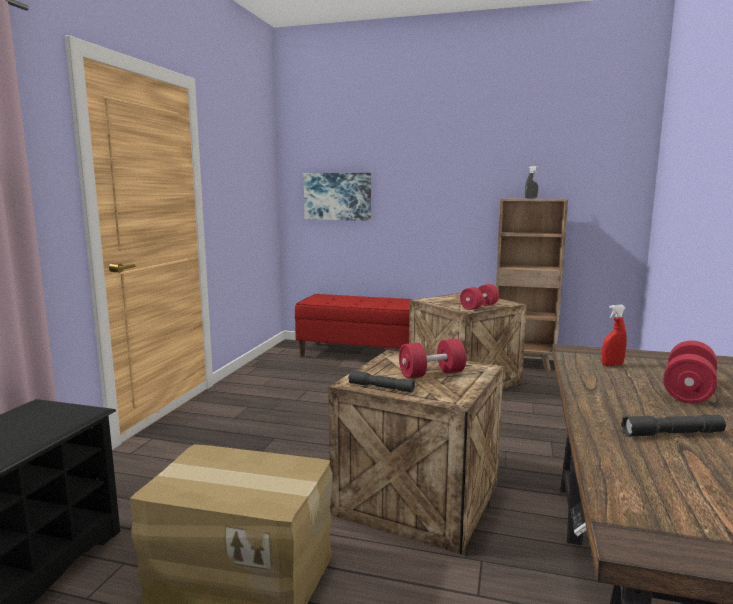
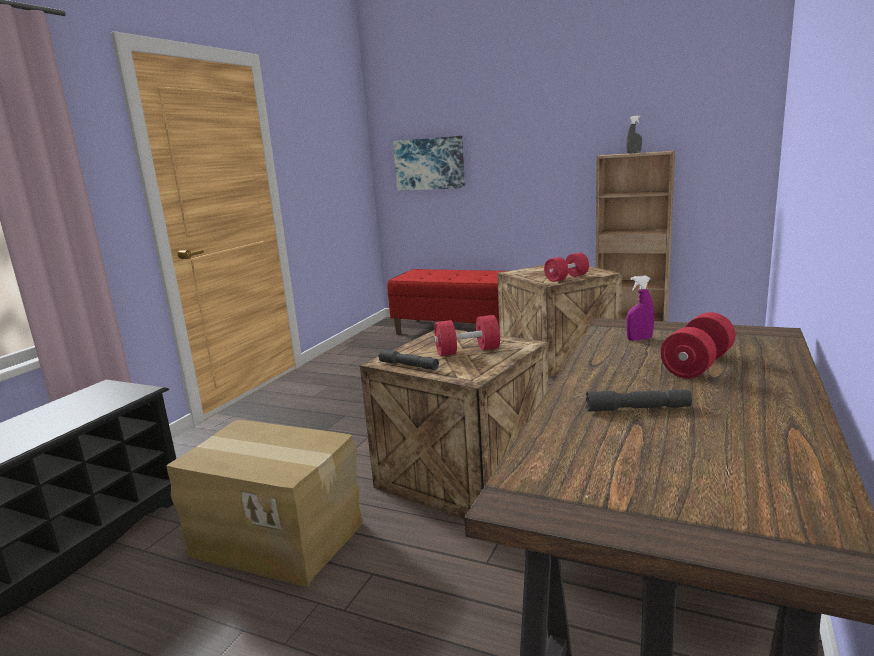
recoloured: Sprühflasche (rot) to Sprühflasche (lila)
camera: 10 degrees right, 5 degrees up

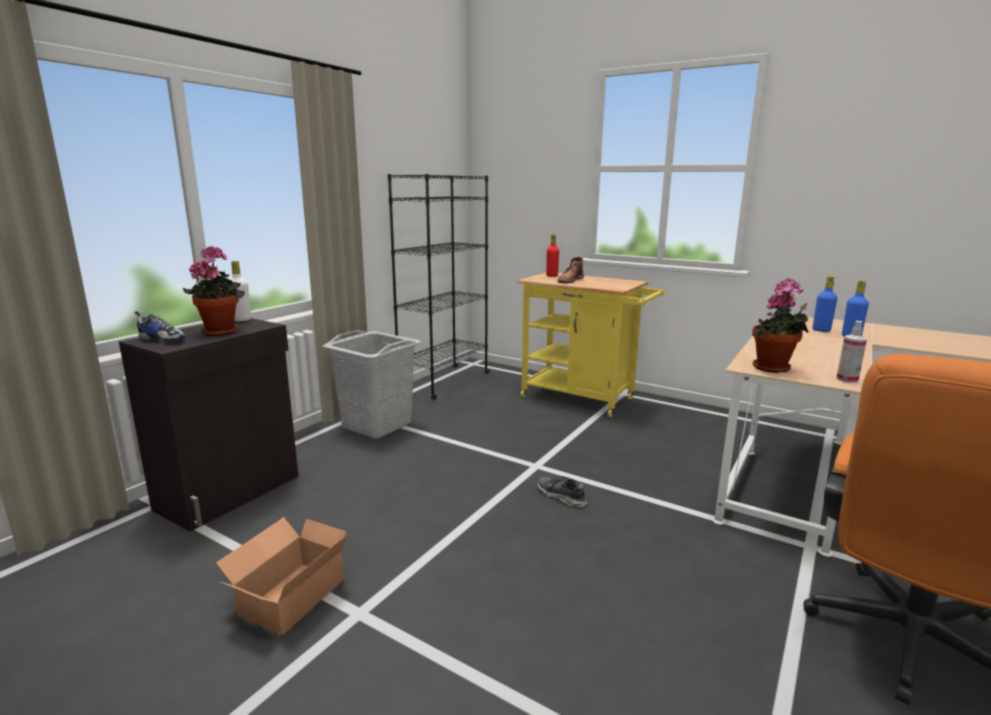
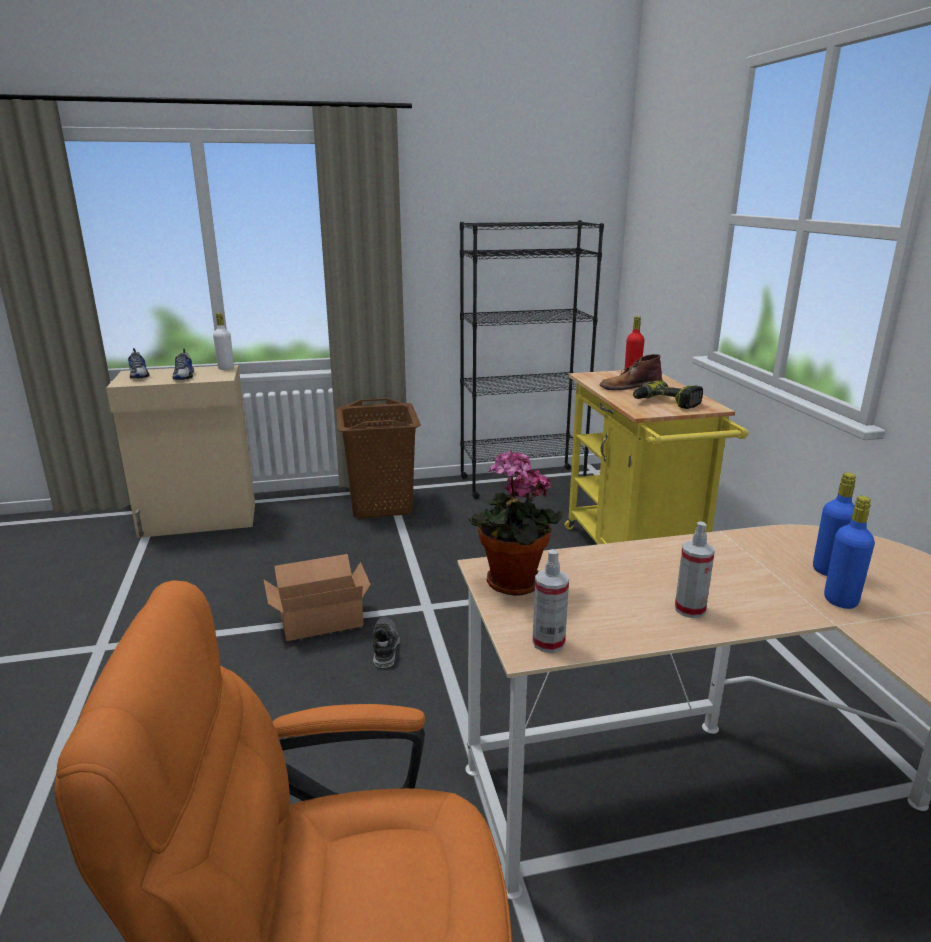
added: Bohrmaschine; Sprühflasche (2nd from left)
moved: Karton
replaced: Topfpflanze (1st from left) to Schuh (2nd from left)
recoloured: Schrank (schwarz) to Schrank (beige); Wäschekorb (grau) to Wäschekorb (braun)
camera: 45 degrees right, 5 degrees up

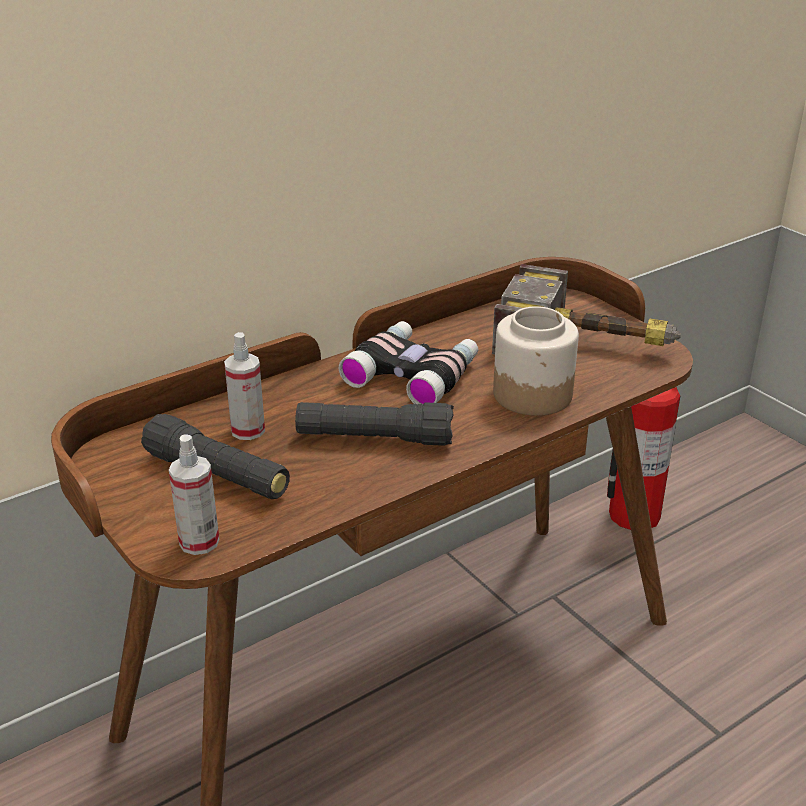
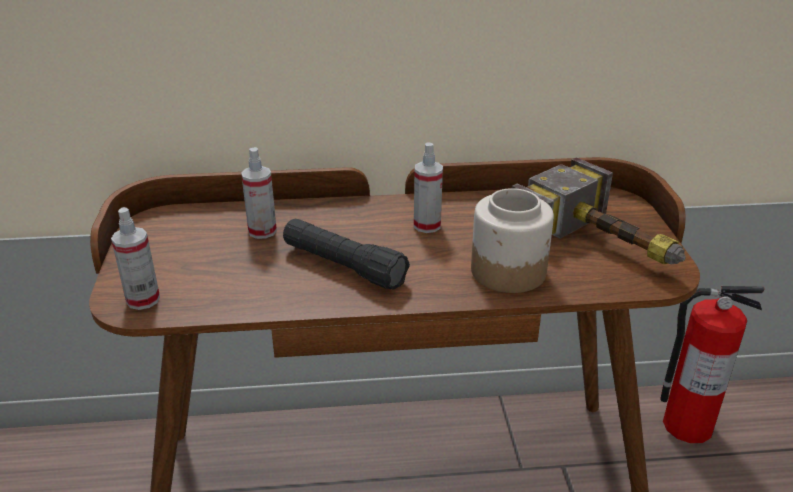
removed: Taschenlampe (schwarz) (1st from left)
replaced: Fernglas to Sprühflasche (3rd from left)
camera: 30 degrees right, 0 degrees up

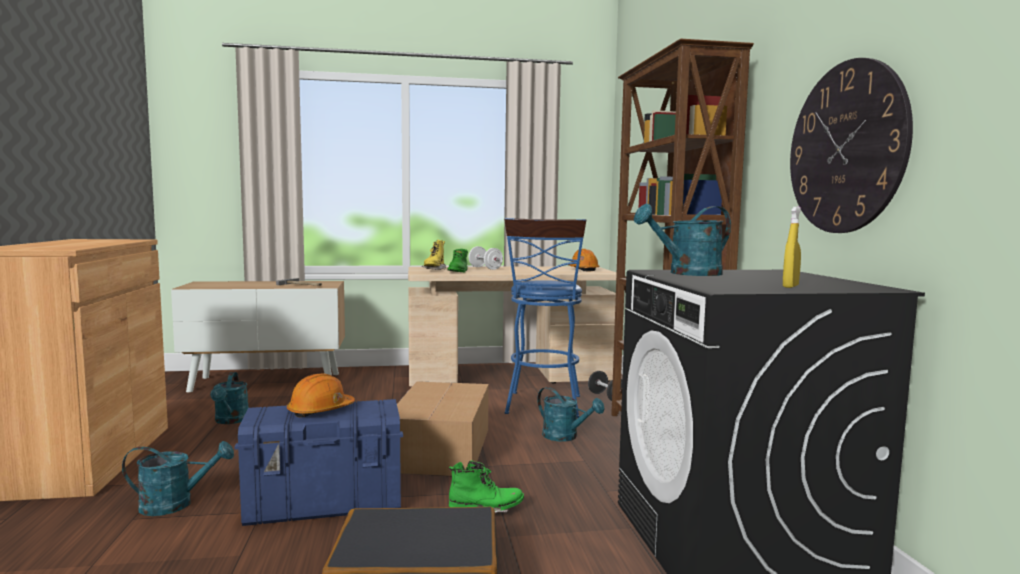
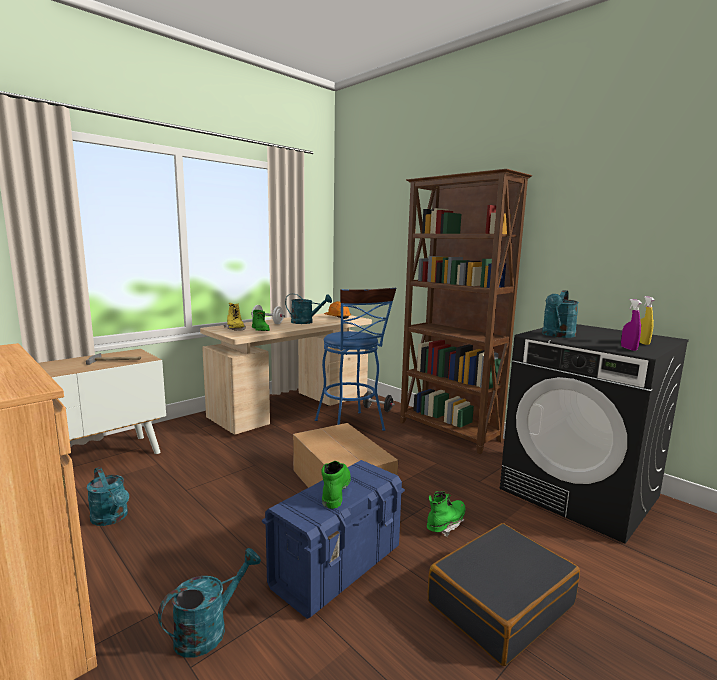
removed: Wanduhr
added: Sprühflasche (lila)
moved: Gießkanne (türkis) (3rd from left)
replaced: Schutzhelm (orange) (1st from left) to Stiefel (grün) (2nd from left)
camera: 35 degrees left, 5 degrees up

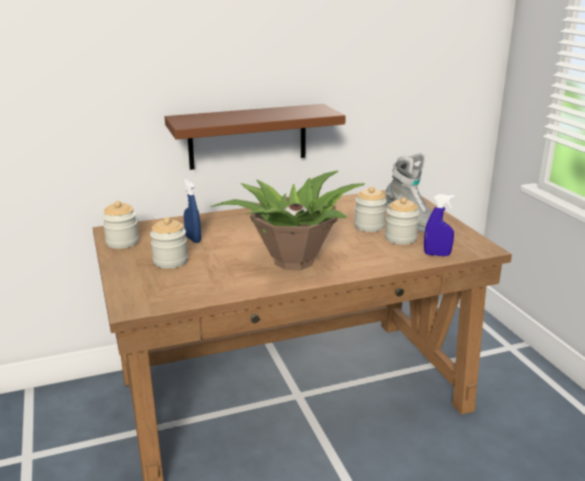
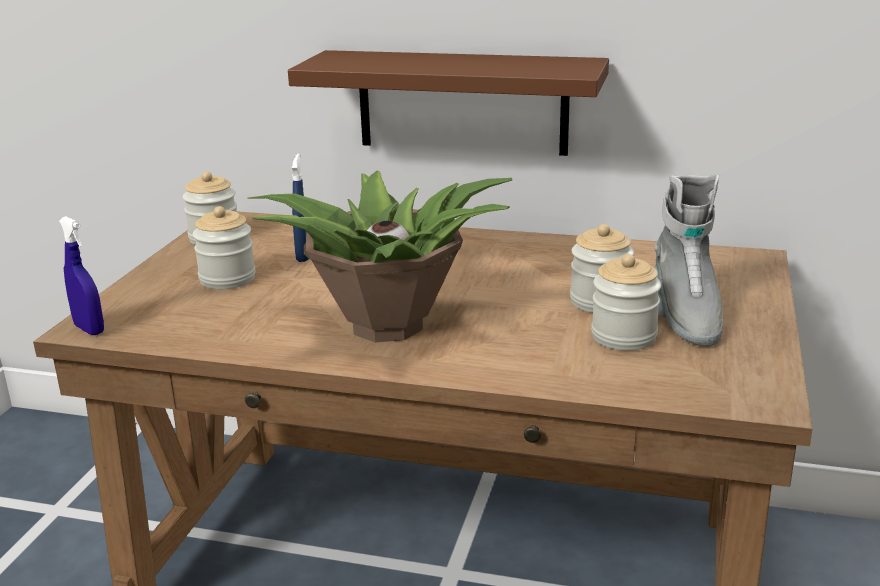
moved: Sprühflasche (blau) (2nd from left in the first image) to Sprühflasche (blau) (1st from left)
camera: 35 degrees right, 0 degrees up

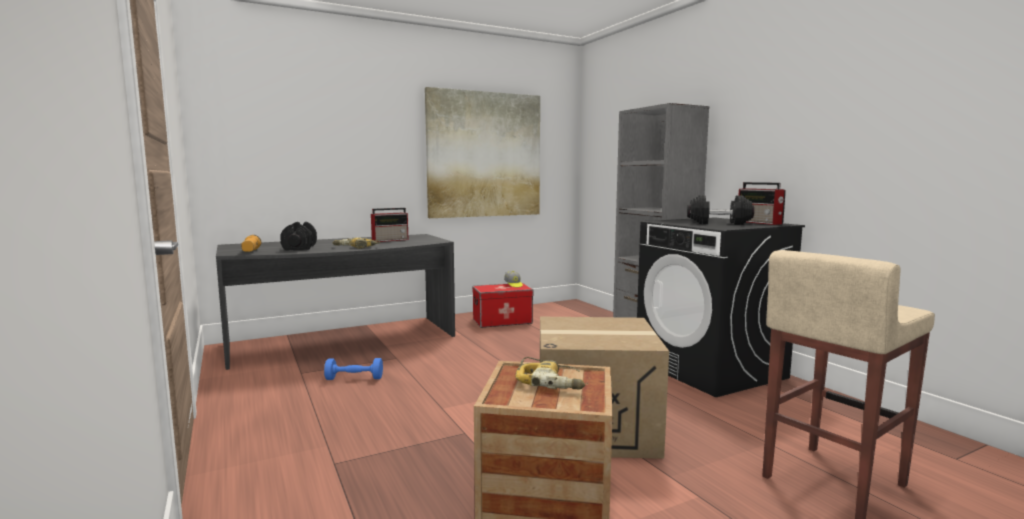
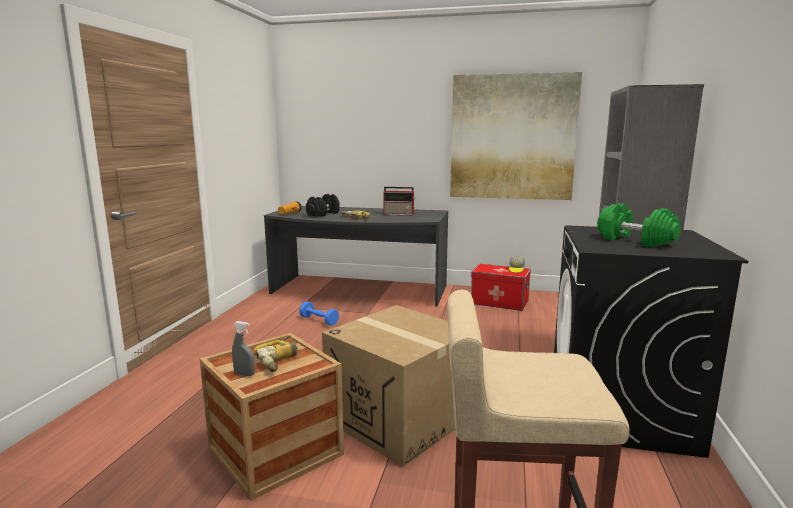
removed: Radio (2nd from left)
added: Sprühflasche (grau)
recoloured: Hantel (schwarz) (2nd from left) to Hantel (grün)
camera: 40 degrees right, 5 degrees up

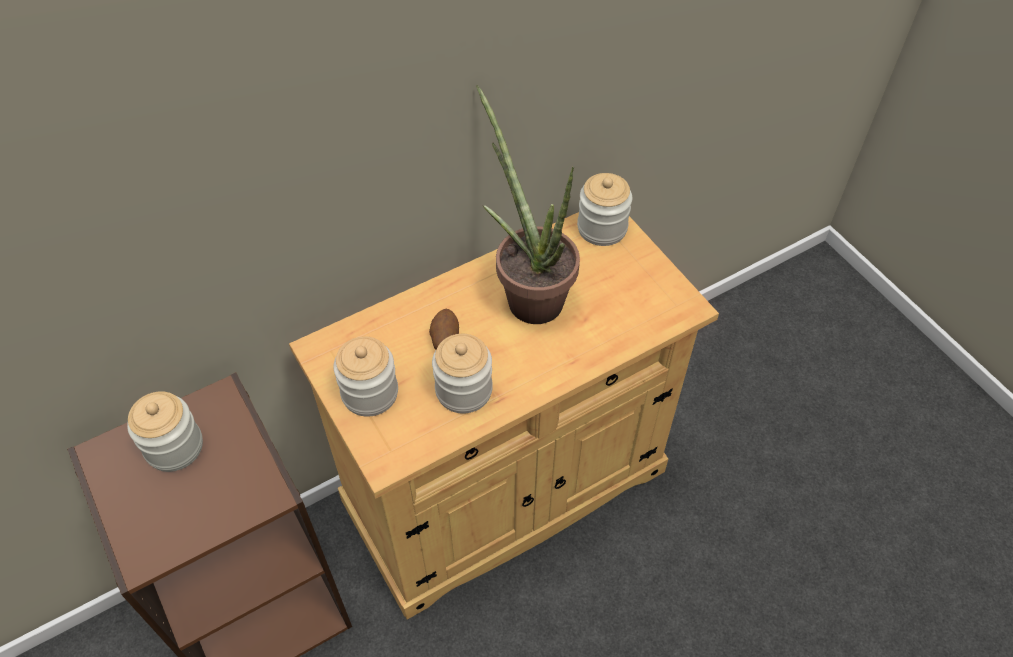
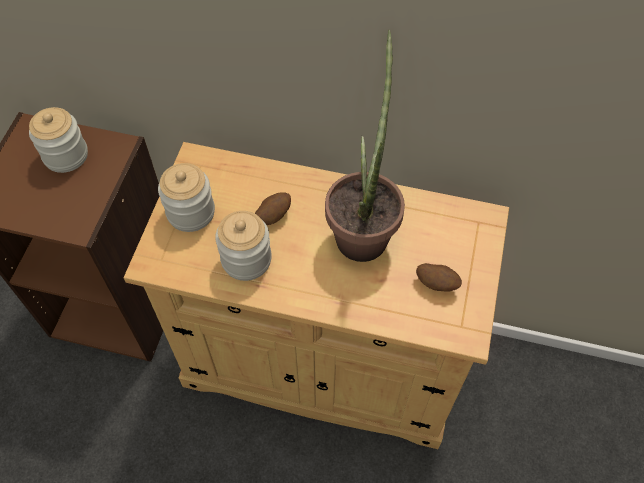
removed: Vorratsglas (4th from left)
added: Kartoffel (2nd from left)
camera: 45 degrees right, 5 degrees up

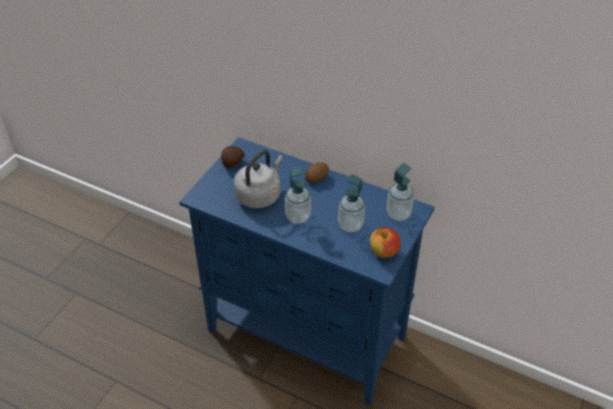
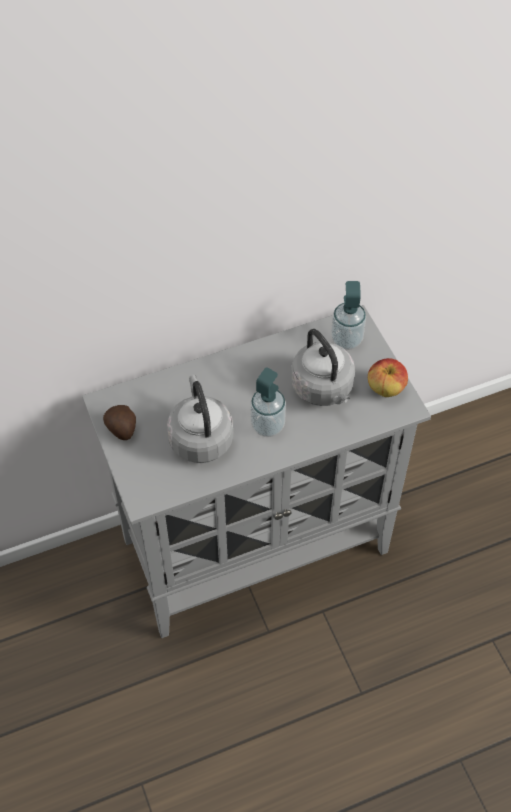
removed: Kartoffel (2nd from left)
replaced: Seifenspender (2nd from left) to Wasserkessel (grau) (2nd from left)
recoloured: Schrank (blau) to Schrank (grau)
camera: 50 degrees left, 10 degrees up

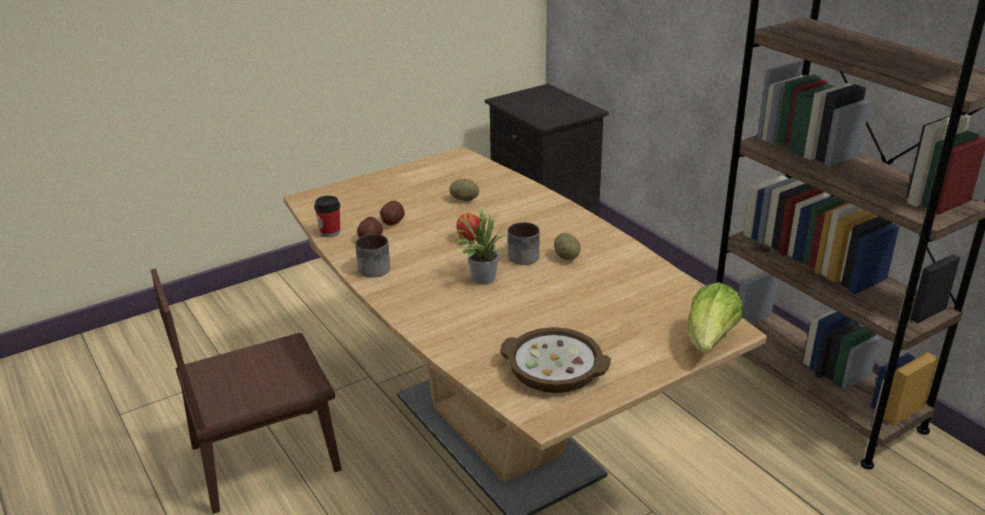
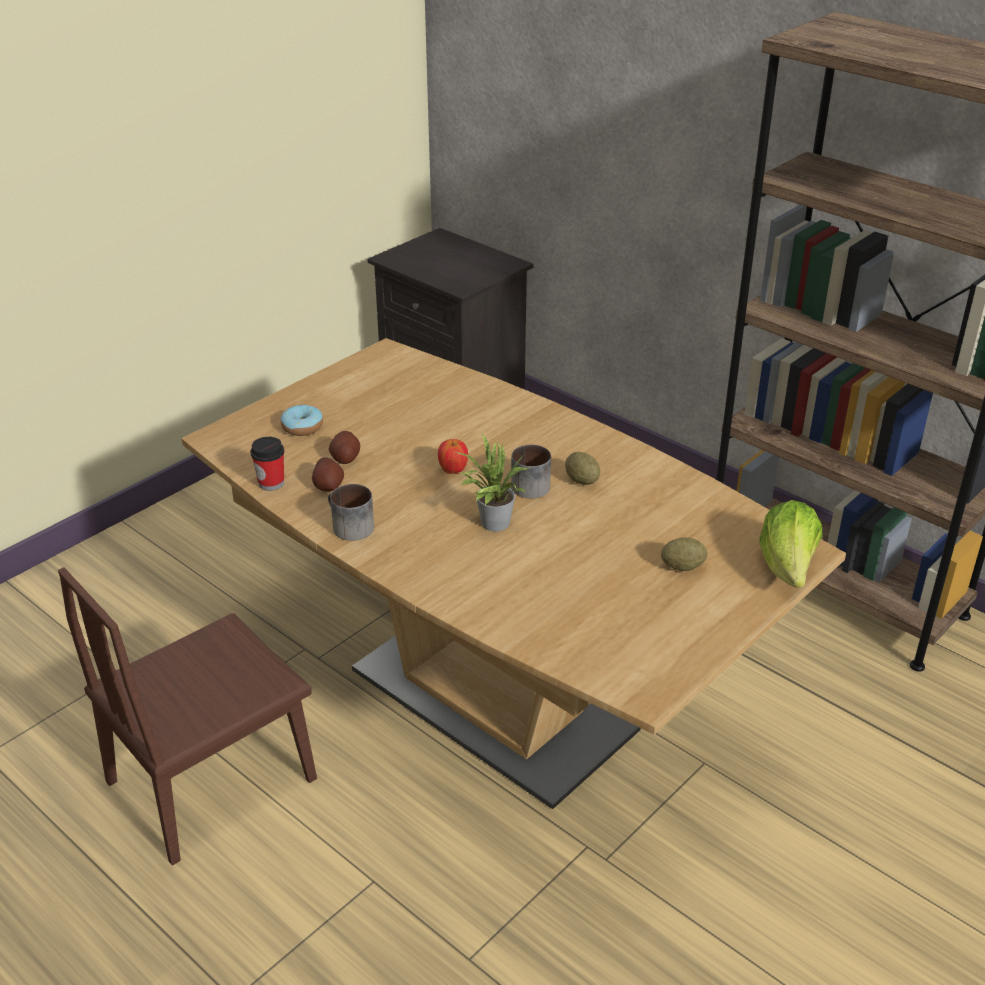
removed: Schüssel
added: Donut
moved: Kartoffel (3rd from left in the first image) to Kartoffel (4th from left)
camera: 15 degrees left, 5 degrees up

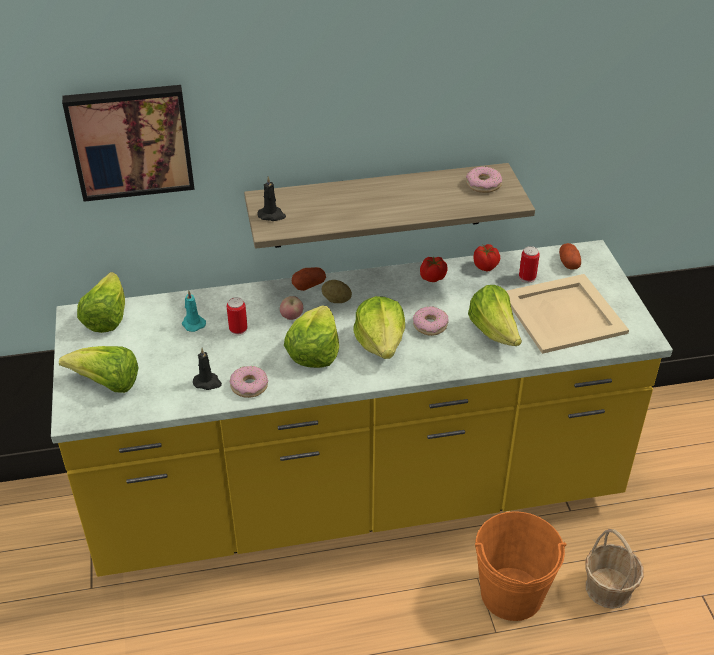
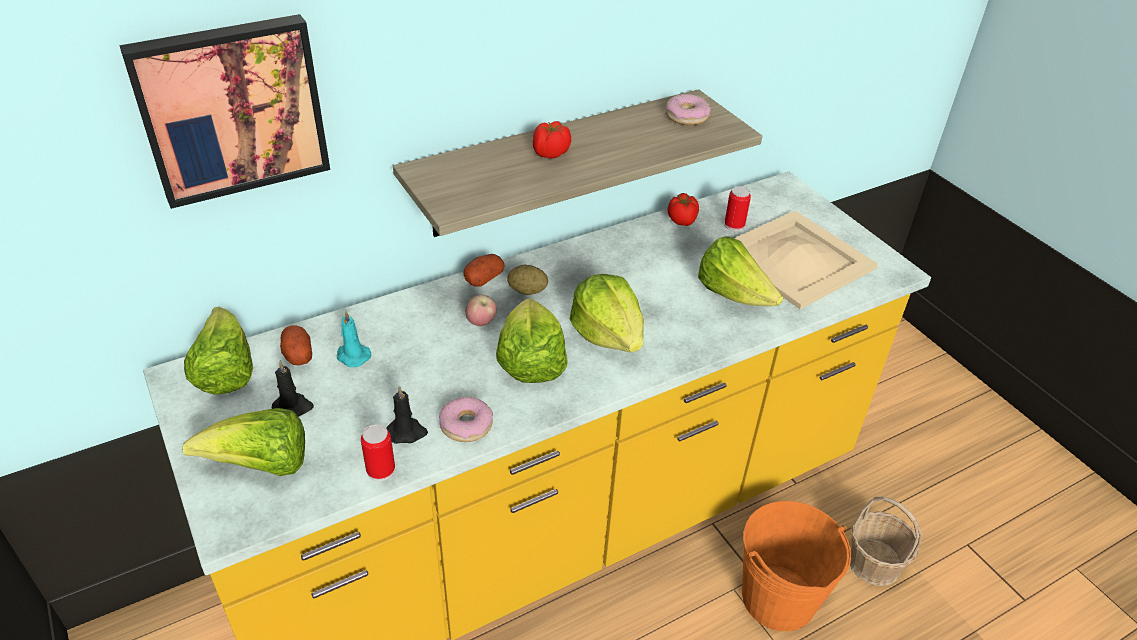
removed: Donut (2nd from left)
moved: Dose (1st from left); Kerze (schwarz) (2nd from left in the first image) to Kerze (schwarz) (1st from left); Tomate (1st from left); Kartoffel (3rd from left in the first image) to Kartoffel (1st from left)
camera: 20 degrees left, 0 degrees up

